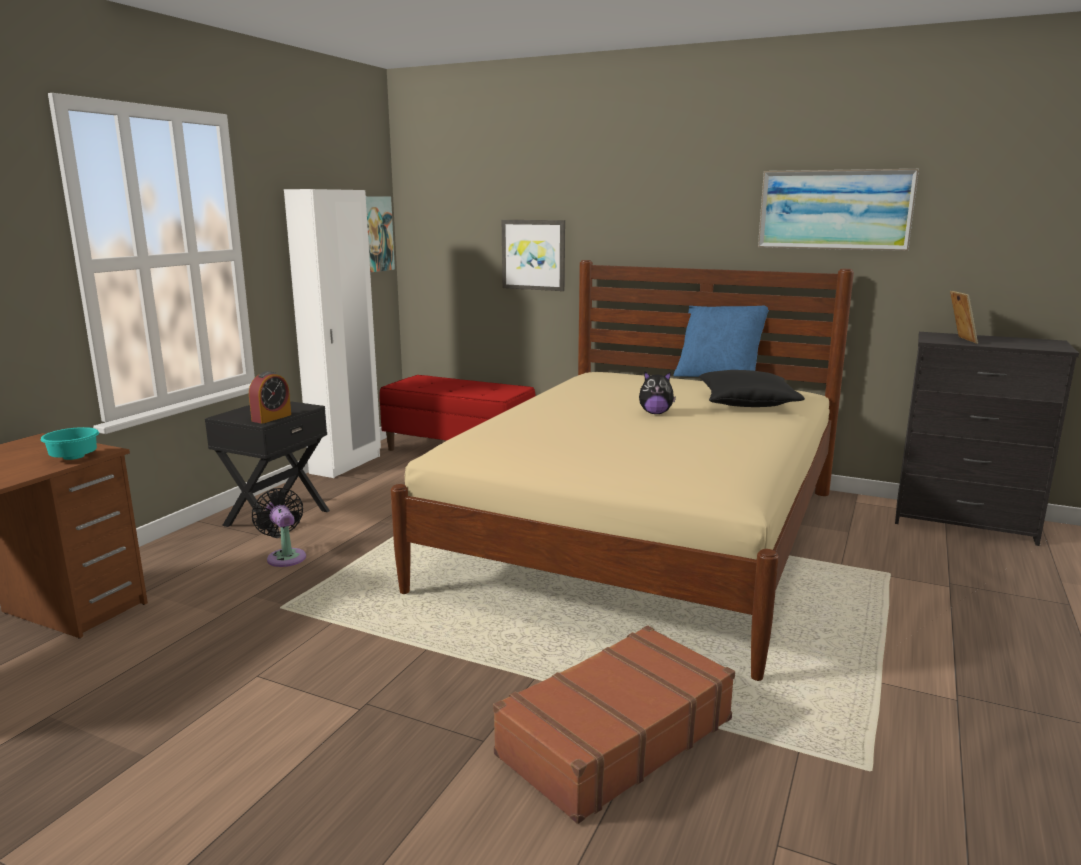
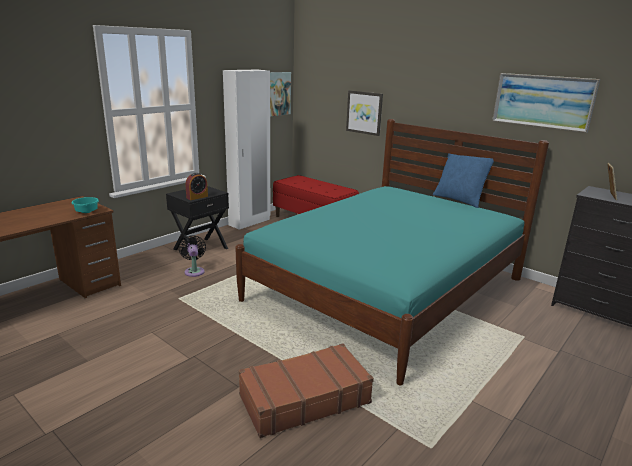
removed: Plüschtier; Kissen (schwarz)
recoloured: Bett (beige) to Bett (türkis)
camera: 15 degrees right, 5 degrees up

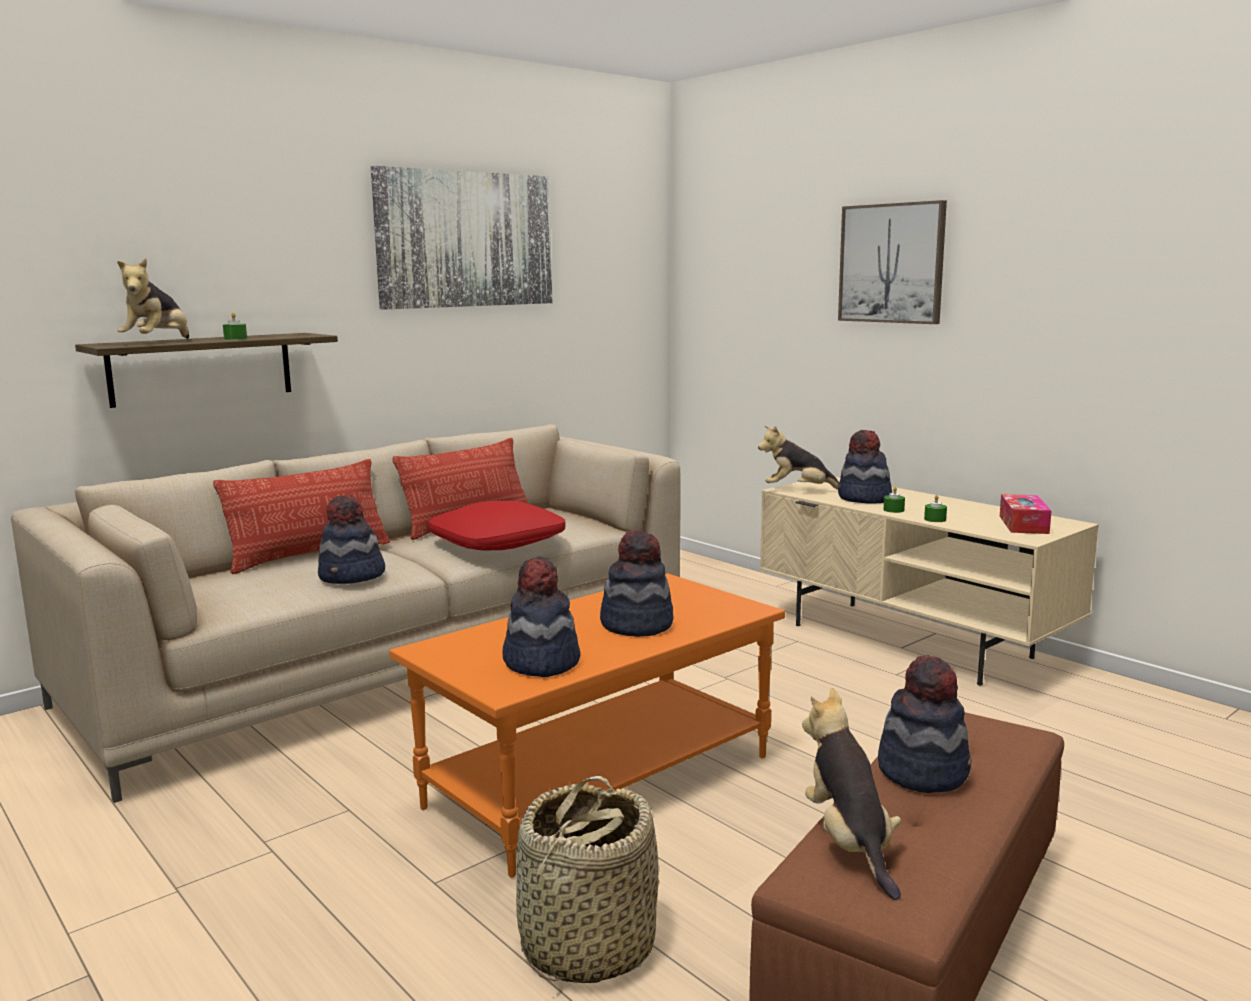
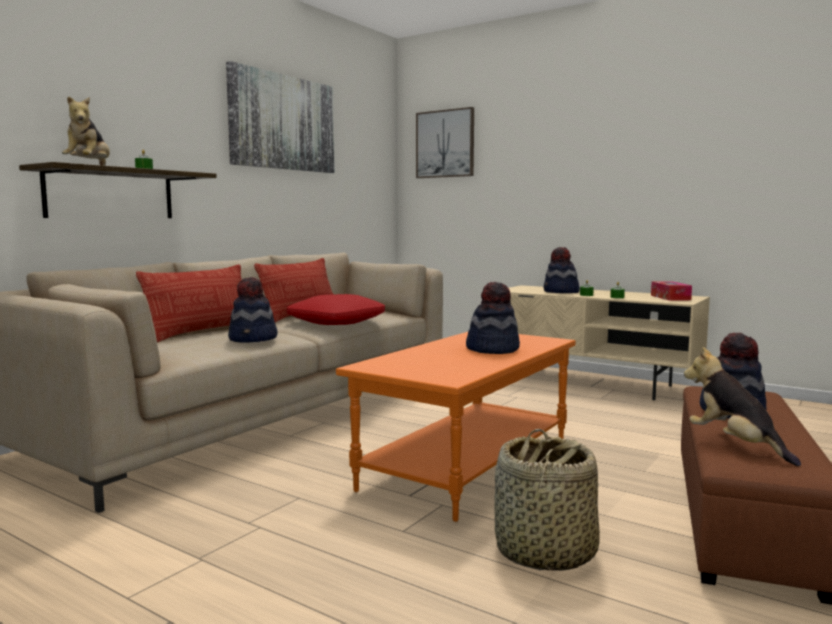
removed: Hut (2nd from left); Plüschtier (2nd from left)
moved: Bild (2nd from left)
camera: 15 degrees left, 5 degrees down

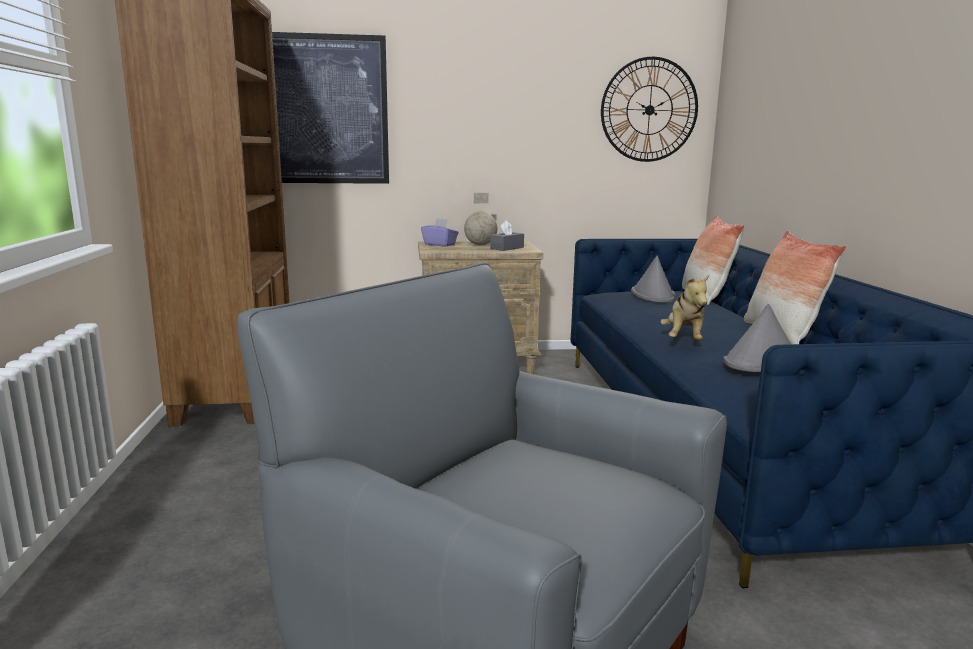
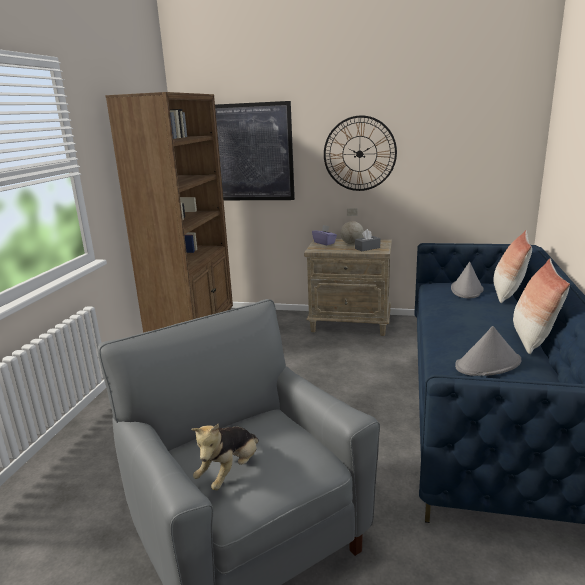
moved: Wanduhr; Plüschtier
camera: 20 degrees right, 5 degrees up

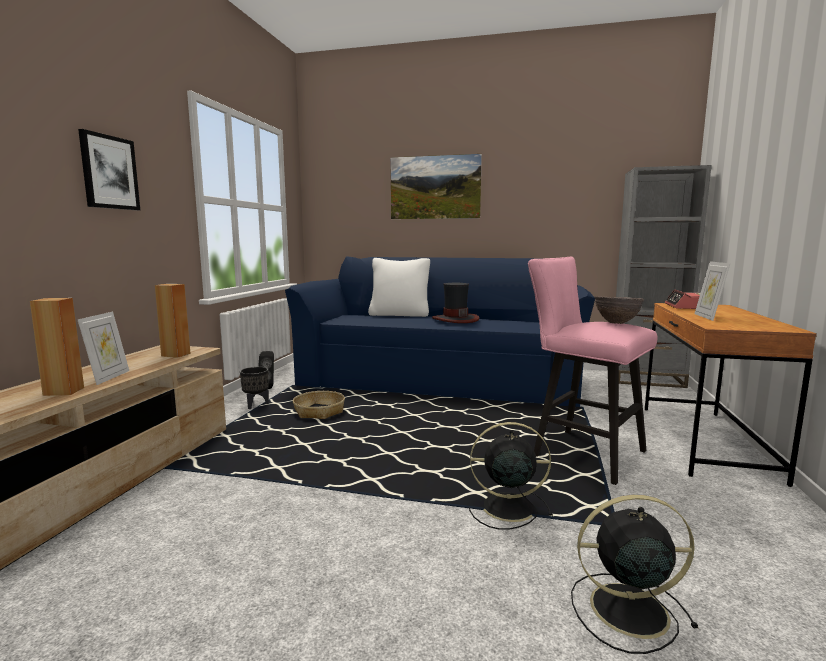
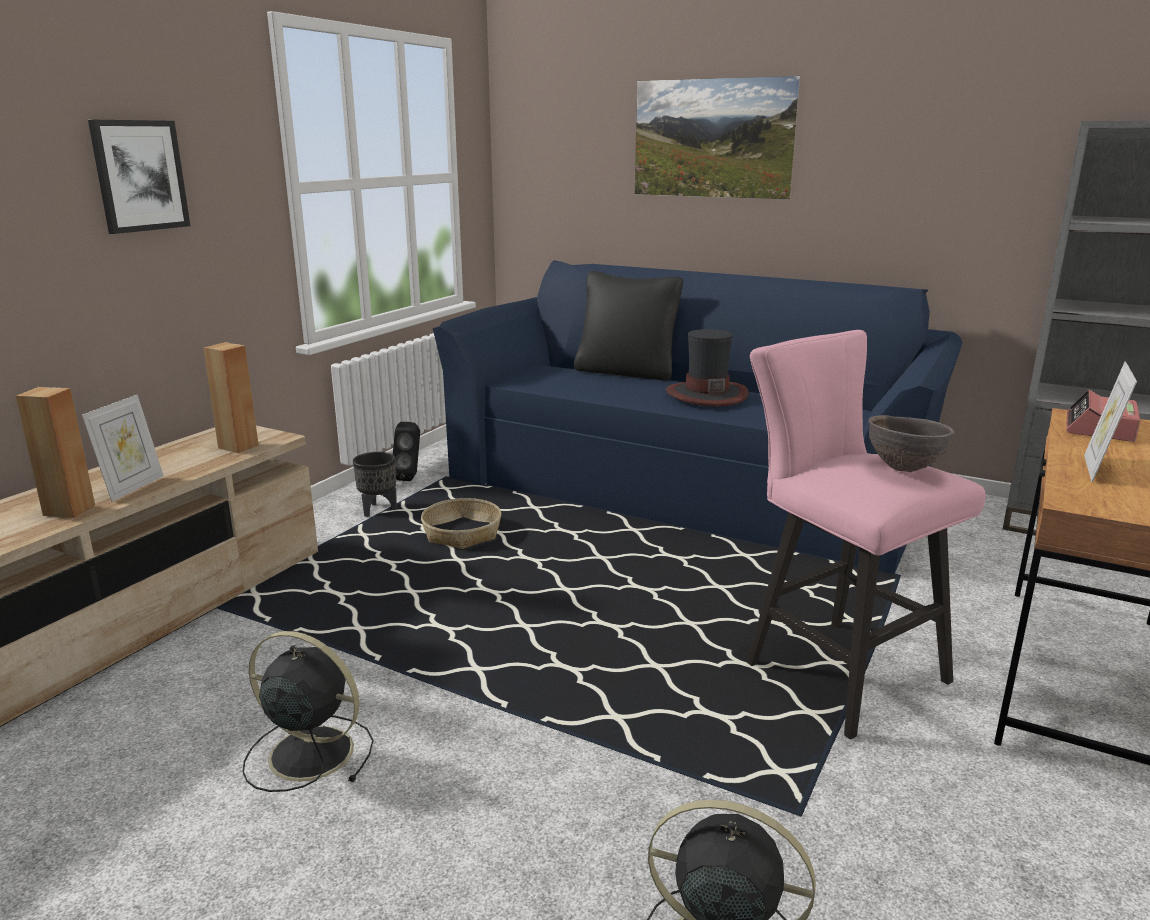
moved: Ventilator (schwarz) (1st from left)
recoloured: Kissen (weiß) to Kissen (schwarz)
camera: 15 degrees right, 10 degrees up

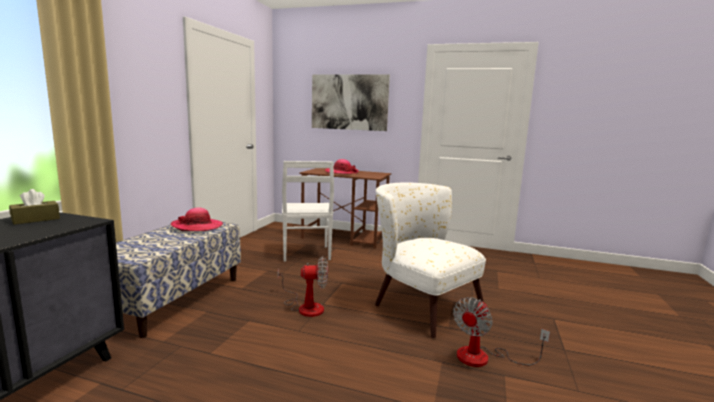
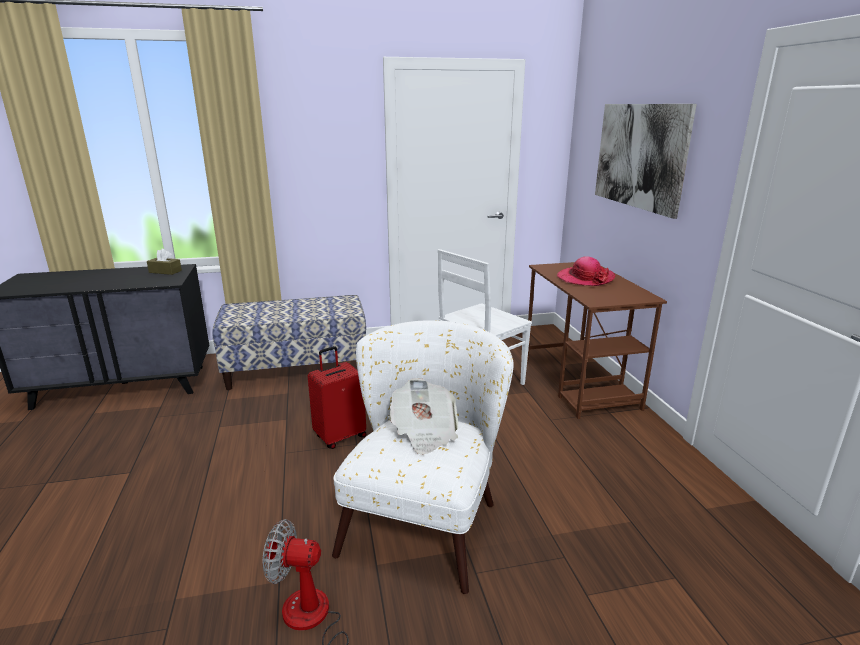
removed: Hut (1st from left)
added: Zeitung
replaced: Ventilator (1st from left) to Koffer (rot)
camera: 60 degrees right, 10 degrees up

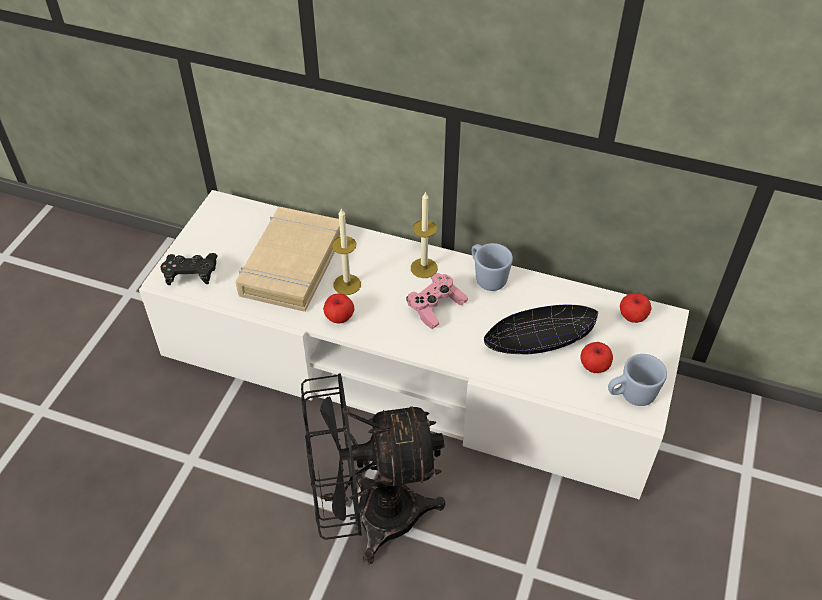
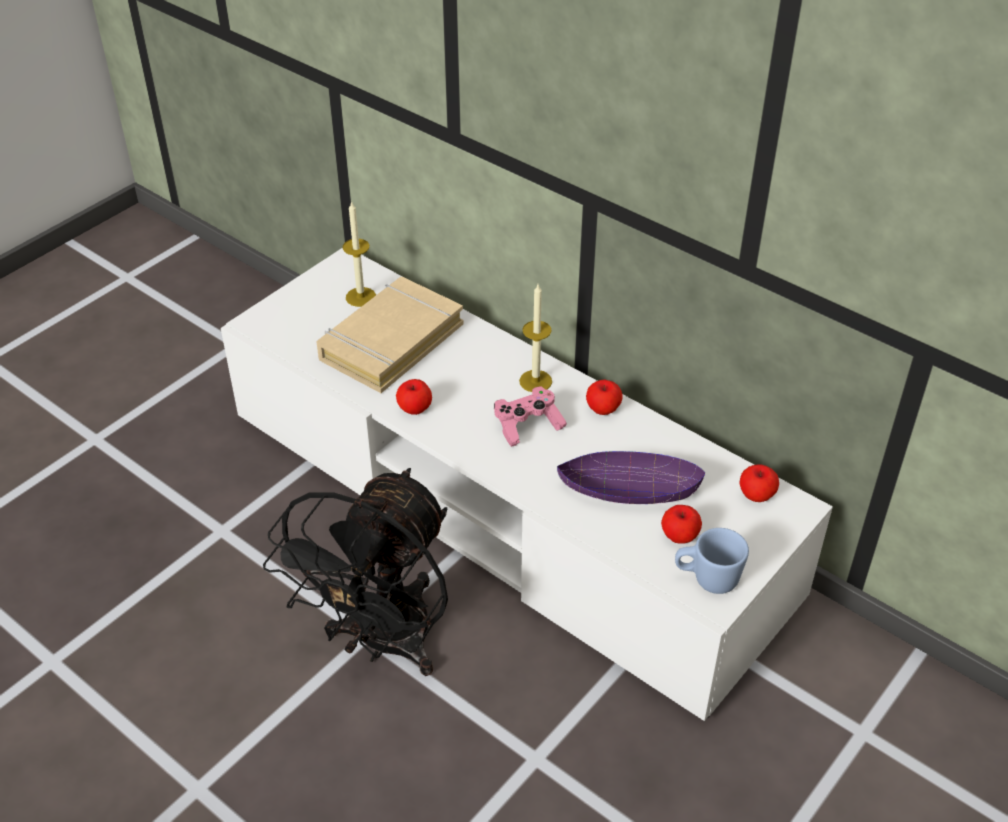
removed: Gamepad (schwarz)
moved: Kerze (1st from left)
replaced: Henkelbecher (blau) (1st from left) to Apfel (2nd from left)
recoloured: Schüssel (schwarz) to Schüssel (lila)
turned: Ventilator (schwarz) 75 degrees counterclockwise
camera: 20 degrees right, 5 degrees down

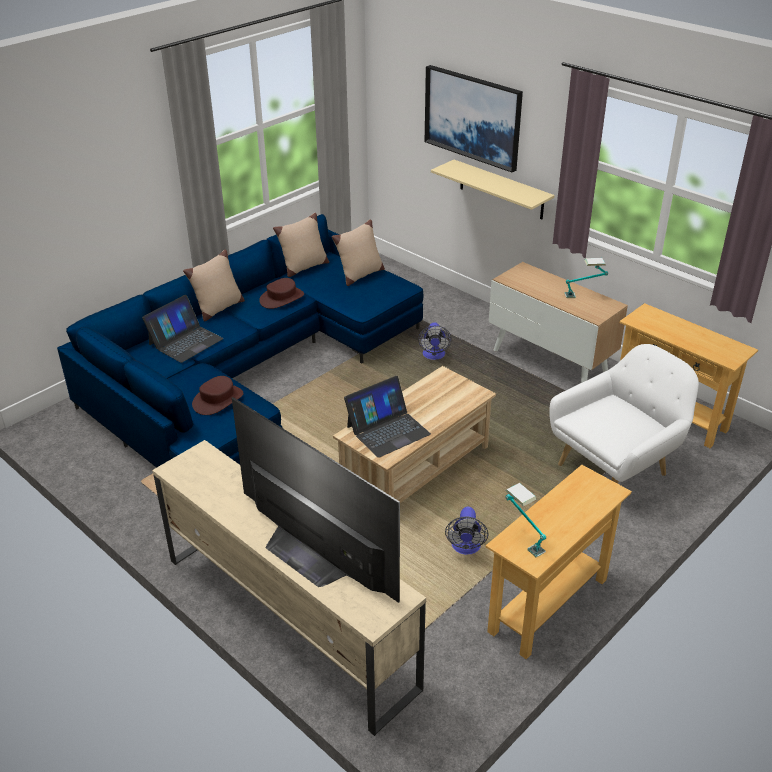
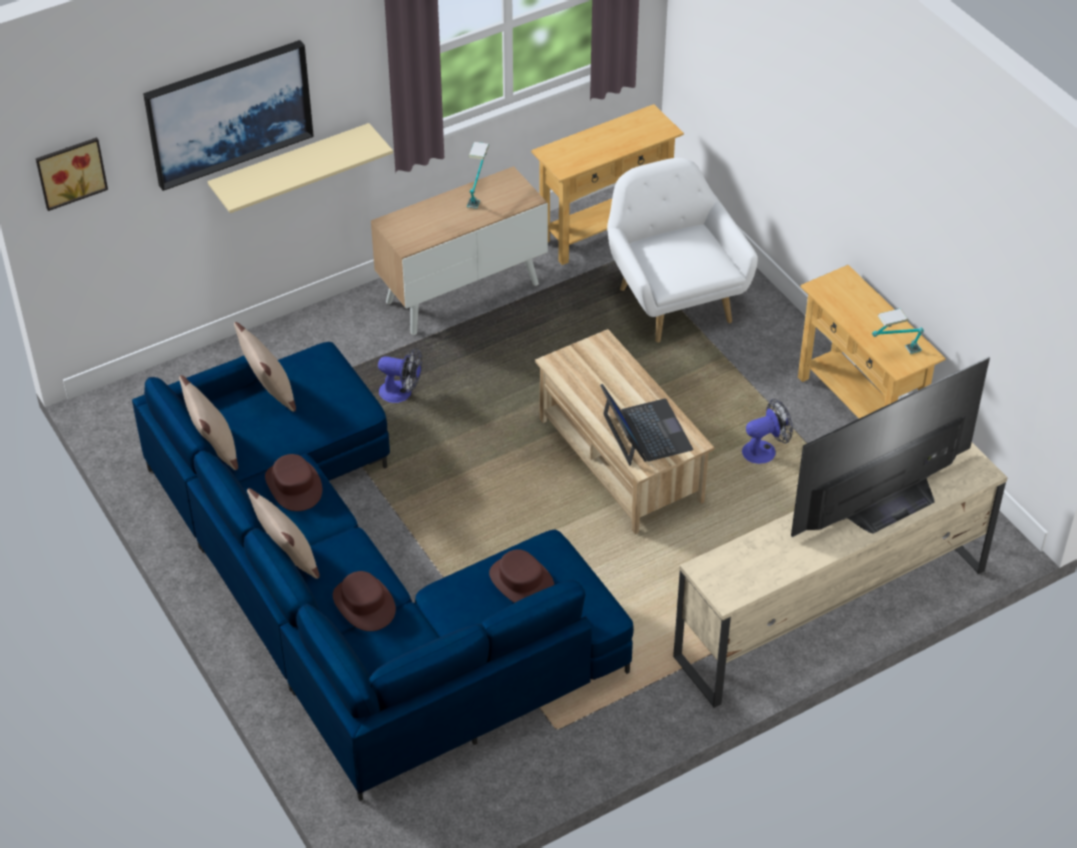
added: Bild (1st from left)
replaced: Laptop (1st from left) to Hut (braun) (2nd from left)
turned: Ventilator (2nd from left) 45 degrees counterclockwise
camera: 75 degrees left, 10 degrees up

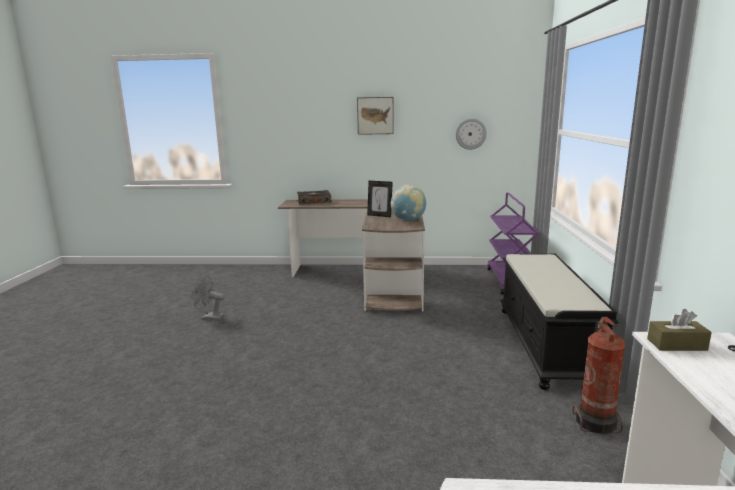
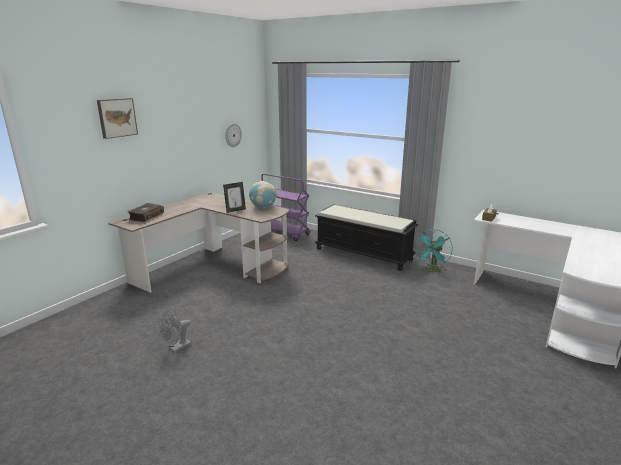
moved: Bild
replaced: Feuerlöscher to Ventilator (türkis)
camera: 60 degrees left, 5 degrees up

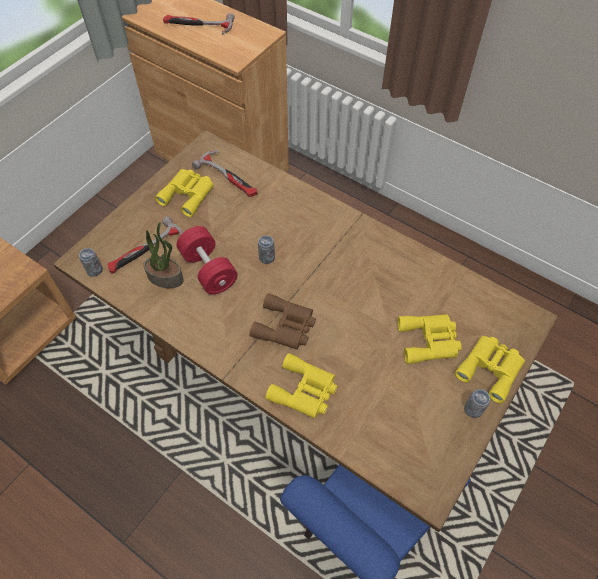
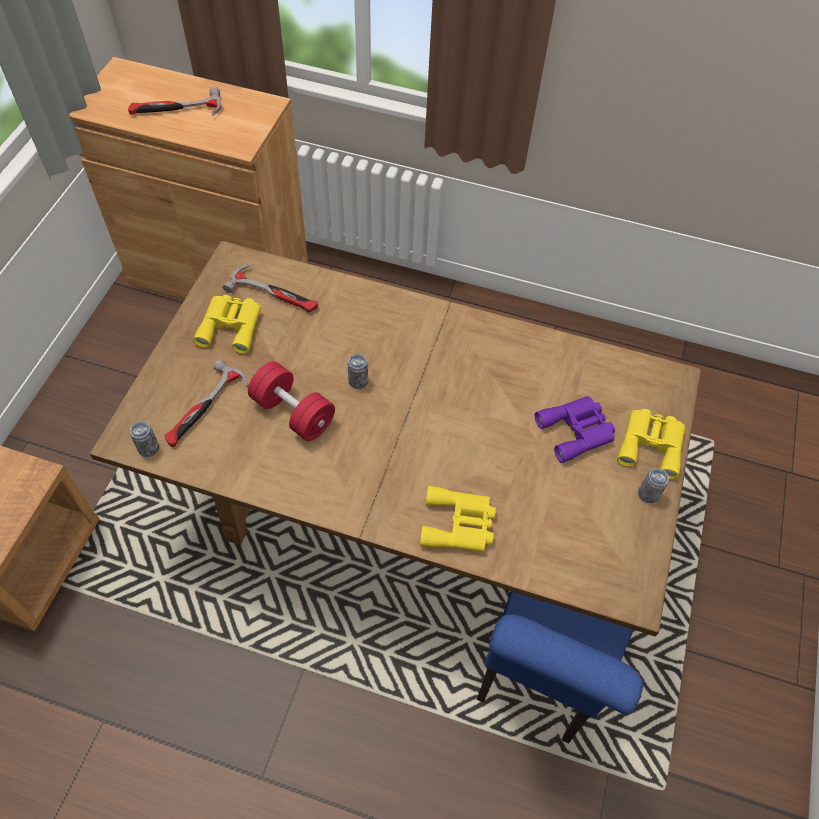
removed: Topfpflanze; Fernglas (braun)
recoloured: Fernglas (gelb) (3rd from left) to Fernglas (lila)
camera: 20 degrees left, 0 degrees up

